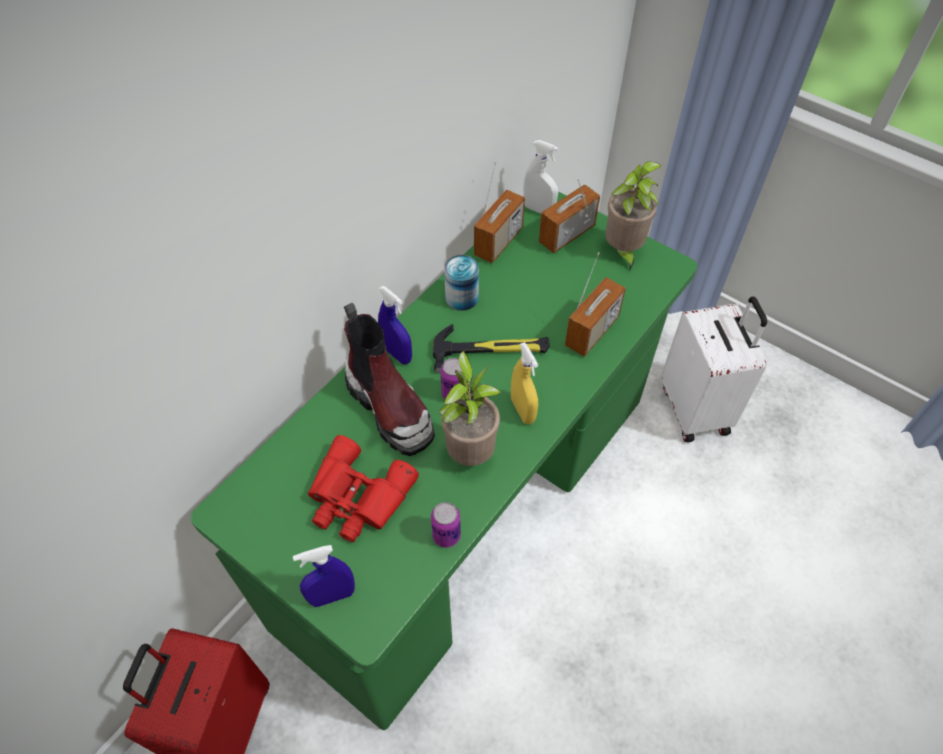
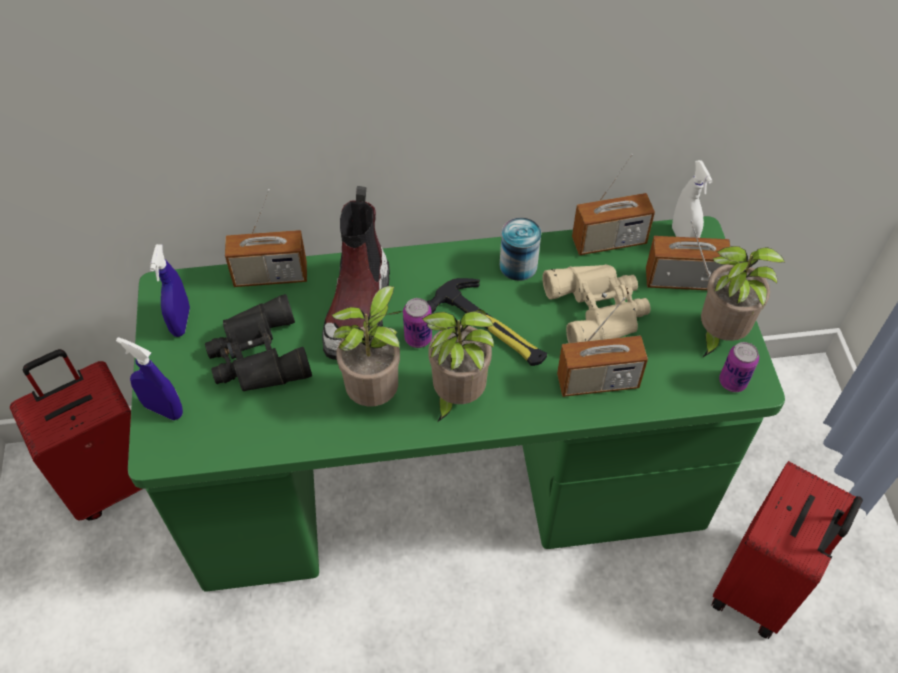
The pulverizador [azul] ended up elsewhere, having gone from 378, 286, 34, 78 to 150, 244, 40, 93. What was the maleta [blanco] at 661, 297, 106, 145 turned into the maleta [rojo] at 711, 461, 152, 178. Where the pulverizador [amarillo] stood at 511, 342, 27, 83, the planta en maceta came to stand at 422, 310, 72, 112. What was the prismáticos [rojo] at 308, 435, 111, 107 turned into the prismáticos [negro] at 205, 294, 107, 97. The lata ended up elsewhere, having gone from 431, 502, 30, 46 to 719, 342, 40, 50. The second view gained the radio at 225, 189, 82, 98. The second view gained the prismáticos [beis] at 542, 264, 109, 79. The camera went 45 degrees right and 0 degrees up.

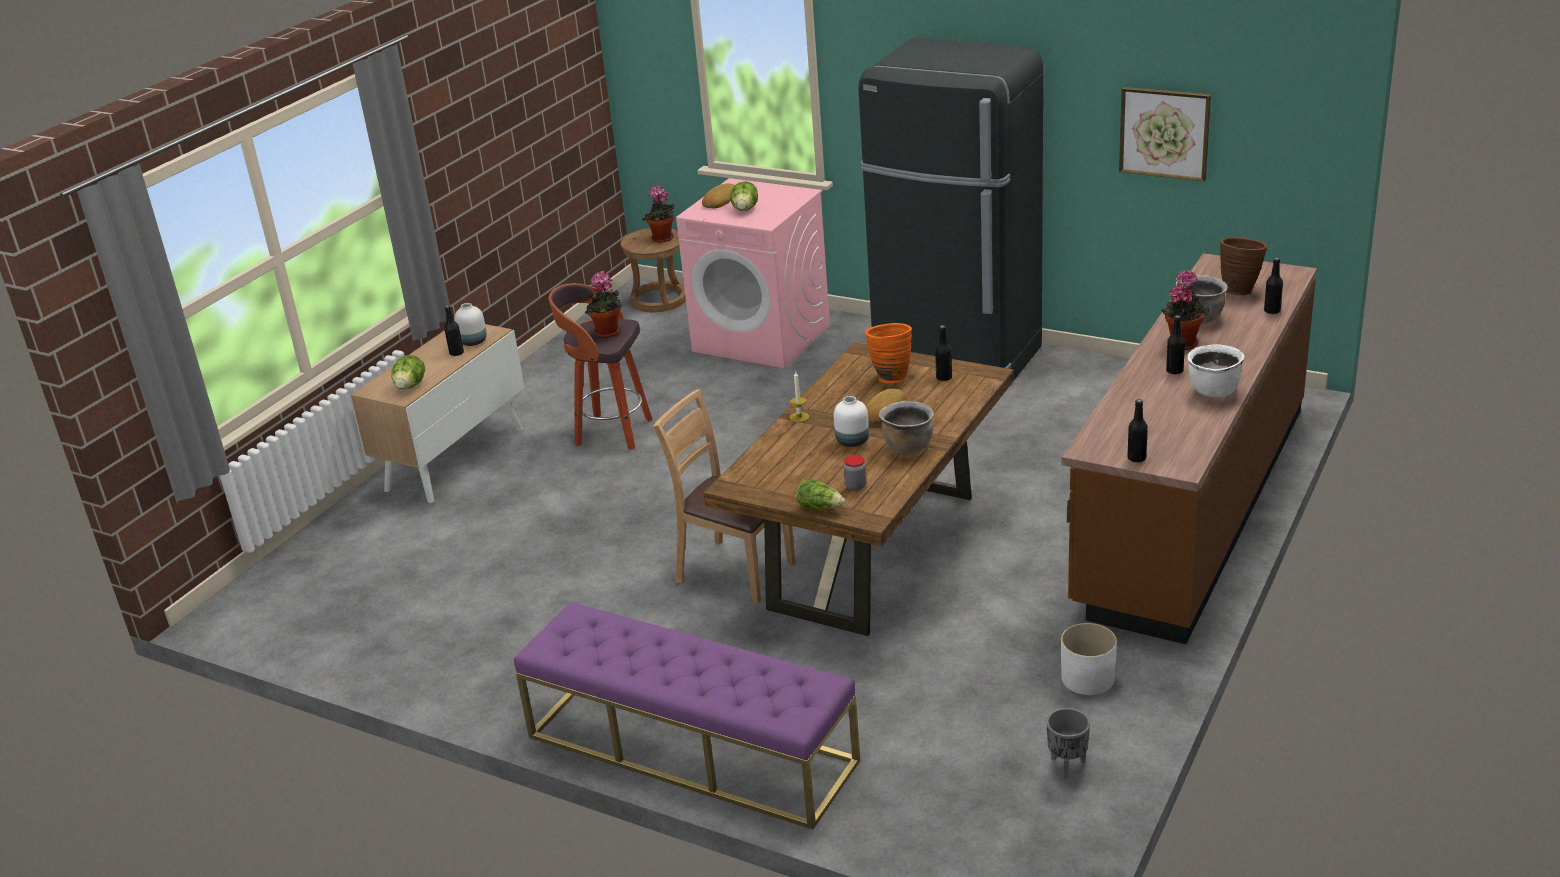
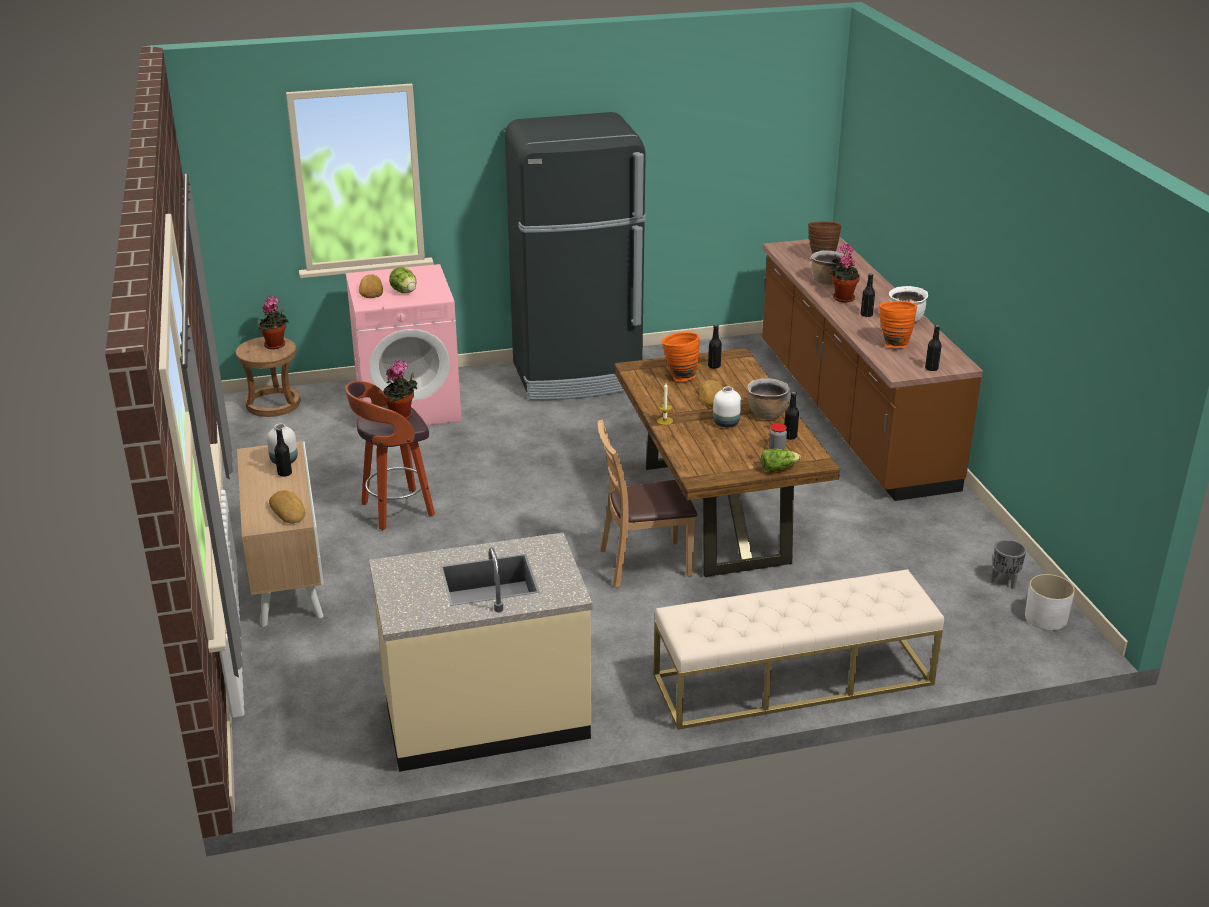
The second view lost the cuadro at 1119, 87, 92, 95. The botella [negro] ended up elsewhere, having gone from 1264, 258, 19, 56 to 784, 392, 15, 48. Where the lechuga stood at 391, 355, 34, 34, the pan came to stand at 269, 490, 37, 34. What was the banco [morado] at 514, 602, 346, 228 turned into the banco [beis] at 654, 569, 290, 161. The maceta [blanco] ended up elsewhere, having gone from 1061, 623, 56, 72 to 1025, 574, 50, 57. The second view gained the florero [naranja] at 879, 301, 38, 47. The second view gained the mueble bajo de cocina [beis] at 369, 533, 224, 239. The camera went 45 degrees left and 0 degrees up.

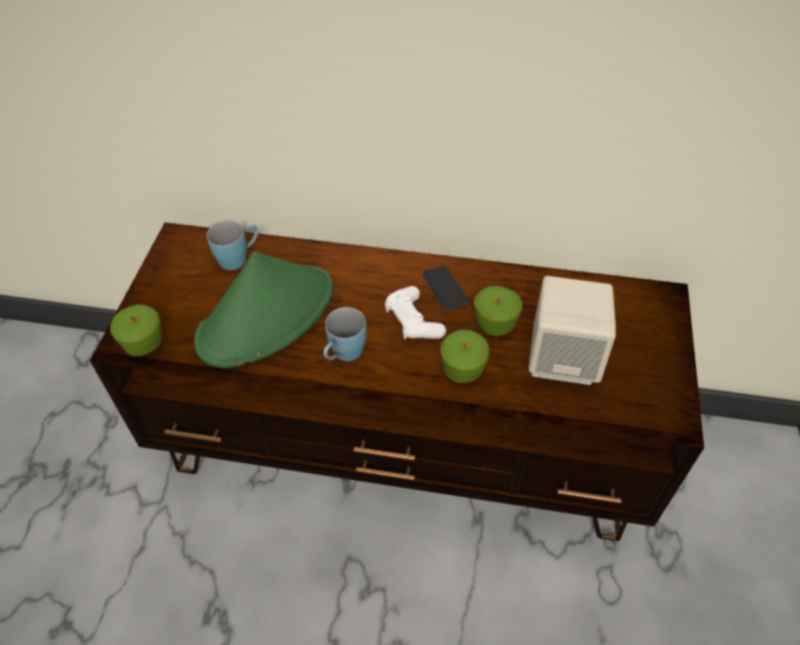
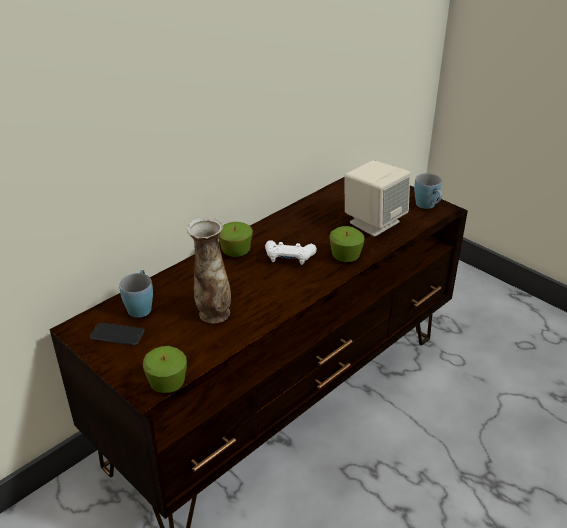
Where the sombrero [verde] stood at 194, 251, 139, 117, the florero came to stand at 186, 217, 45, 106. The móvil ended up elsewhere, having gone from 422, 265, 47, 46 to 90, 323, 54, 22. The manzana ended up elsewhere, having gone from 473, 286, 50, 50 to 218, 222, 35, 35. The taza grande [azul] ended up elsewhere, having gone from 323, 307, 44, 54 to 414, 173, 28, 36. The camera went 55 degrees left and 15 degrees down.

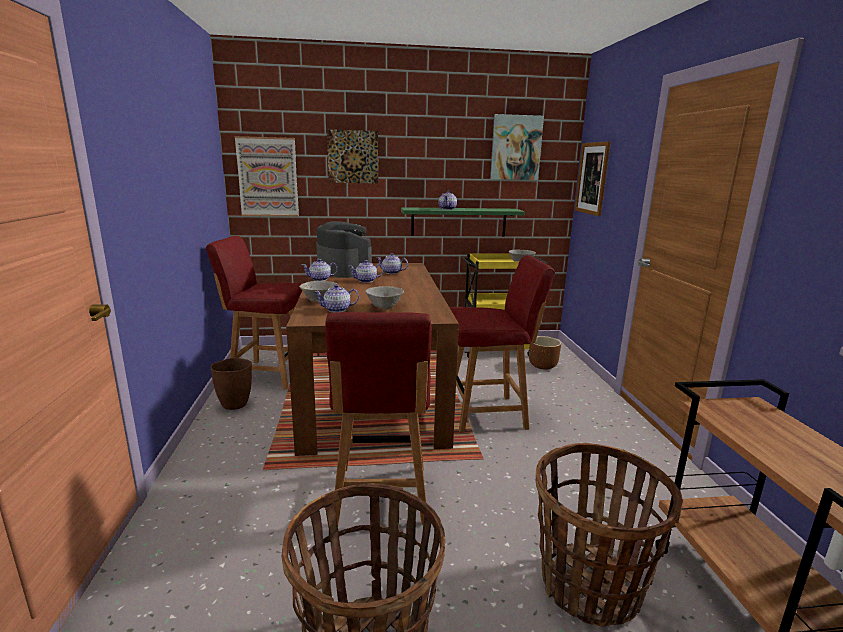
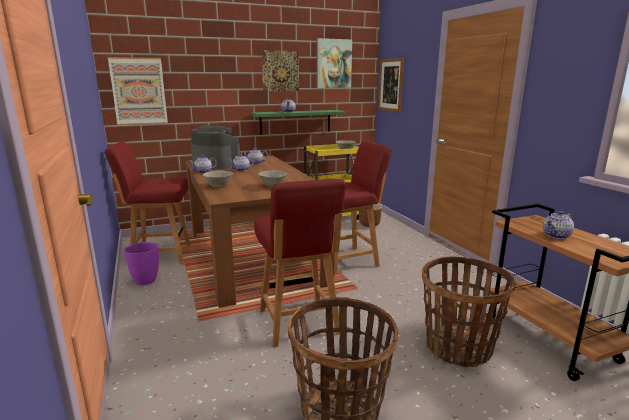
The cuadro ended up elsewhere, having gone from 327, 130, 51, 54 to 261, 50, 38, 41. The tetera ended up elsewhere, having gone from 314, 284, 45, 29 to 543, 211, 31, 28. What was the florero [marrón] at 211, 358, 41, 52 turned into the florero [morado] at 124, 242, 35, 43. The camera went 15 degrees left and 0 degrees up.

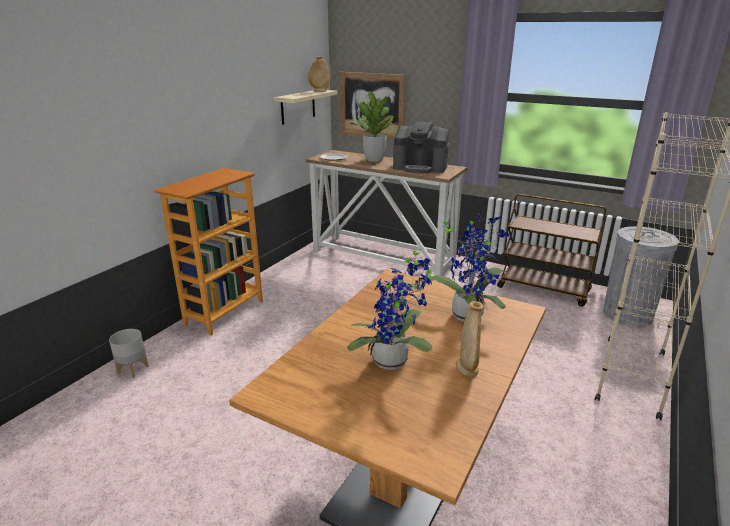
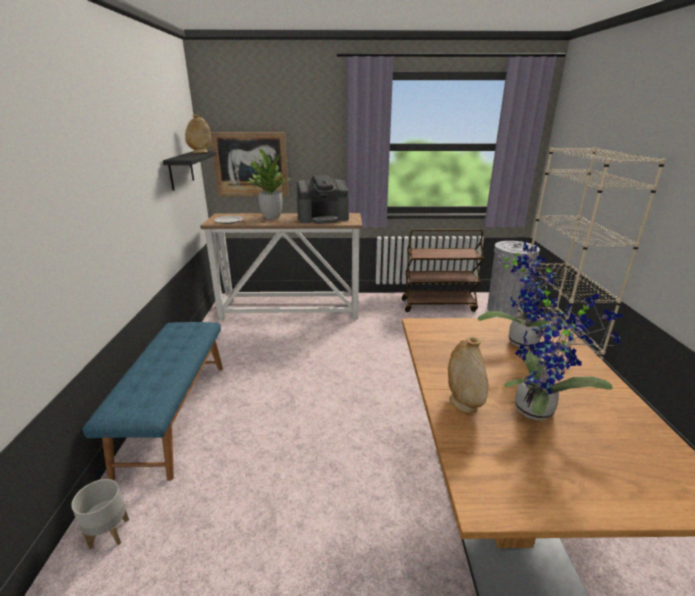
What was the estante [beis] at 274, 90, 63, 35 turned into the estante [negro] at 163, 151, 53, 40. Where the estantería stood at 153, 168, 110, 168, the banco [azul] came to stand at 82, 322, 141, 159. The florero [beis] ended up elsewhere, having gone from 456, 301, 28, 76 to 448, 337, 40, 77. The camera went 30 degrees left and 0 degrees up.

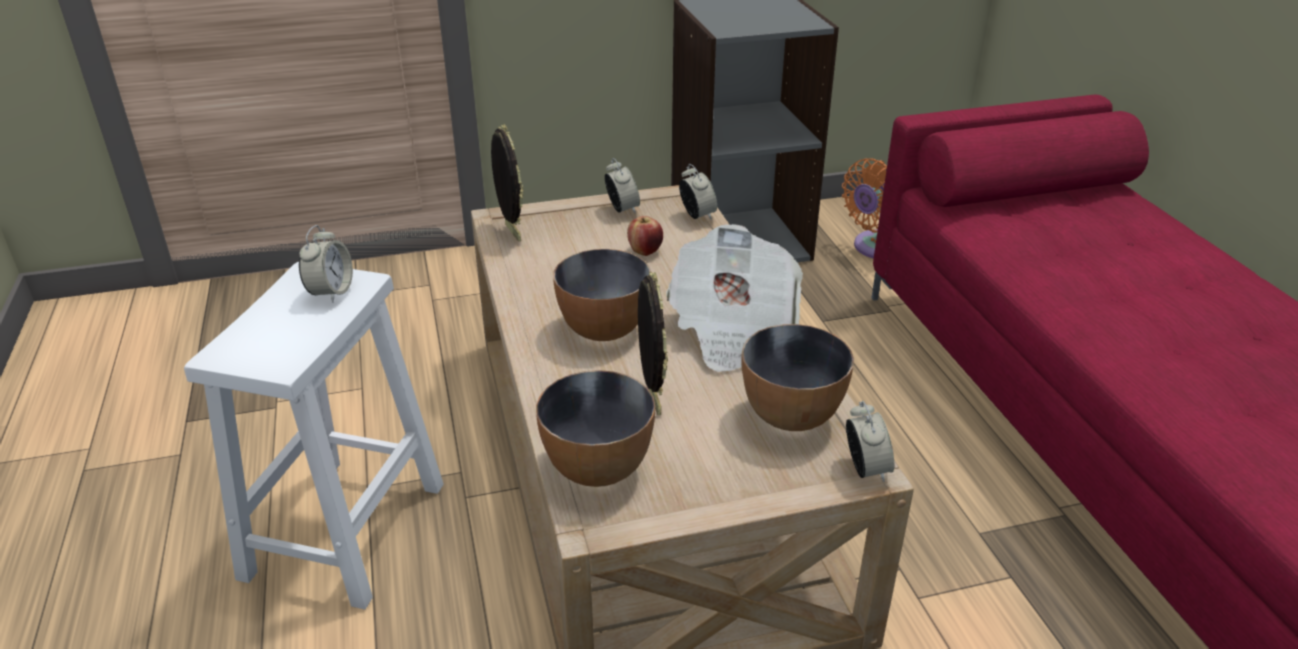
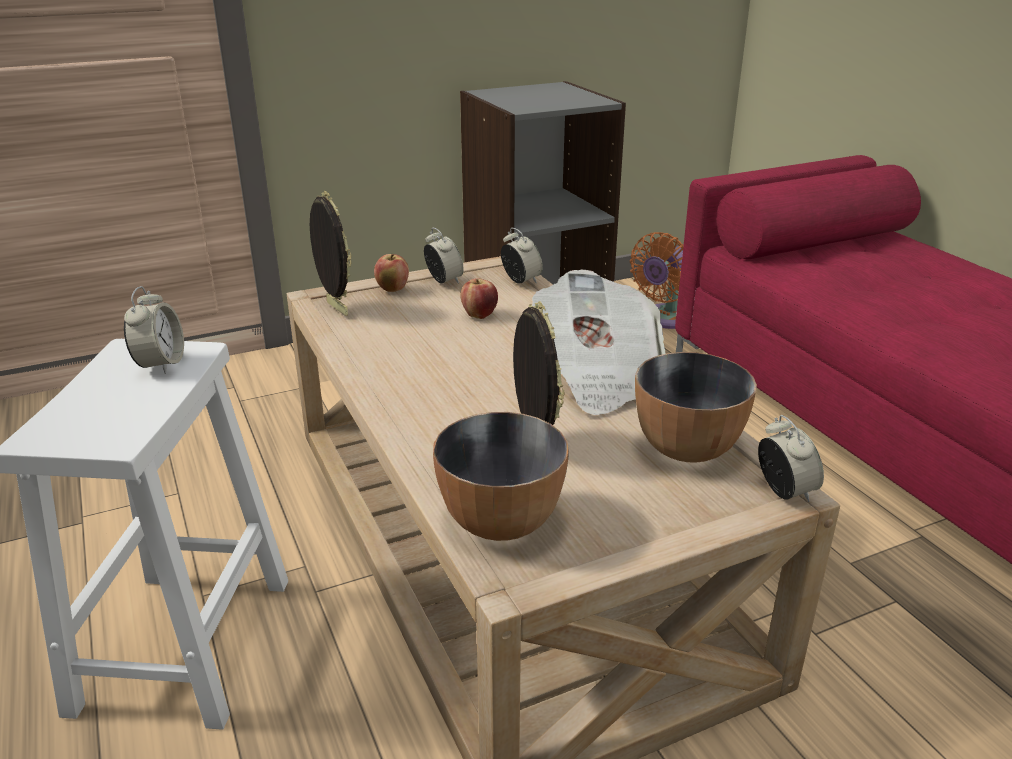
The second view lost the cuenco at 553, 249, 98, 92. The second view gained the manzana at 374, 254, 35, 38. The camera went 10 degrees left and 5 degrees down.

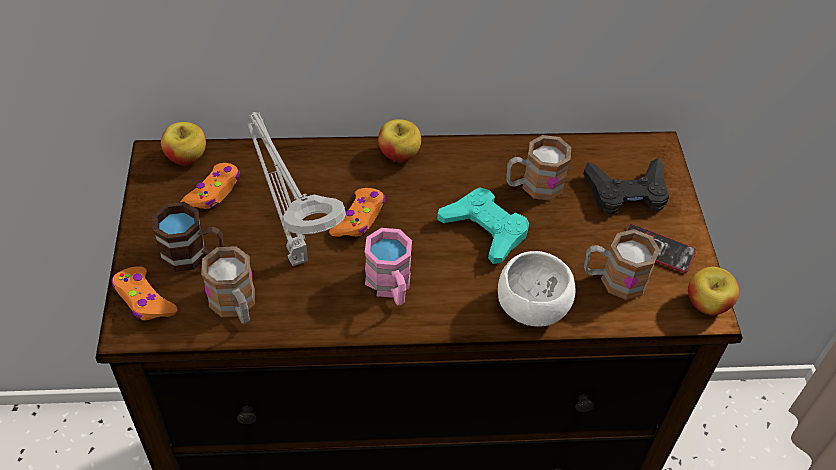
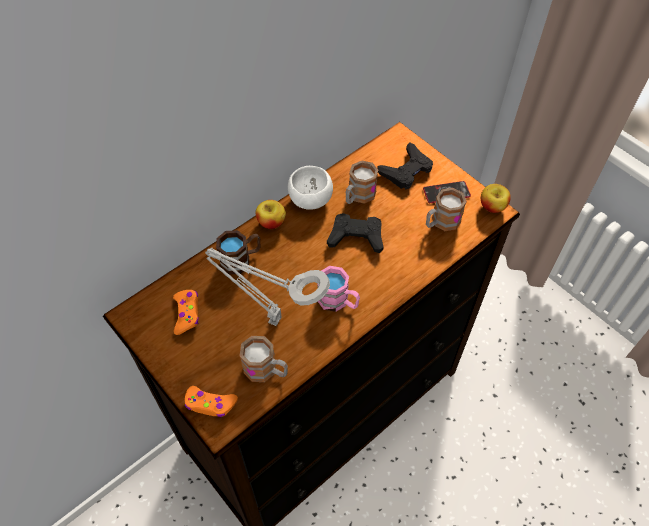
The second view lost the manzana at 161, 122, 45, 44. What was the mando de consola [turquesa] at 437, 187, 92, 77 turned into the mando de consola [negro] at 327, 213, 57, 40. The second view lost the mando de consola [naranja] at 329, 188, 57, 49. The taza grande [marrón] ended up elsewhere, having gone from 152, 202, 72, 70 to 216, 230, 45, 45. The cuenco [blanco] ended up elsewhere, having gone from 498, 251, 77, 76 to 288, 166, 45, 44. The camera went 35 degrees left and 5 degrees up.

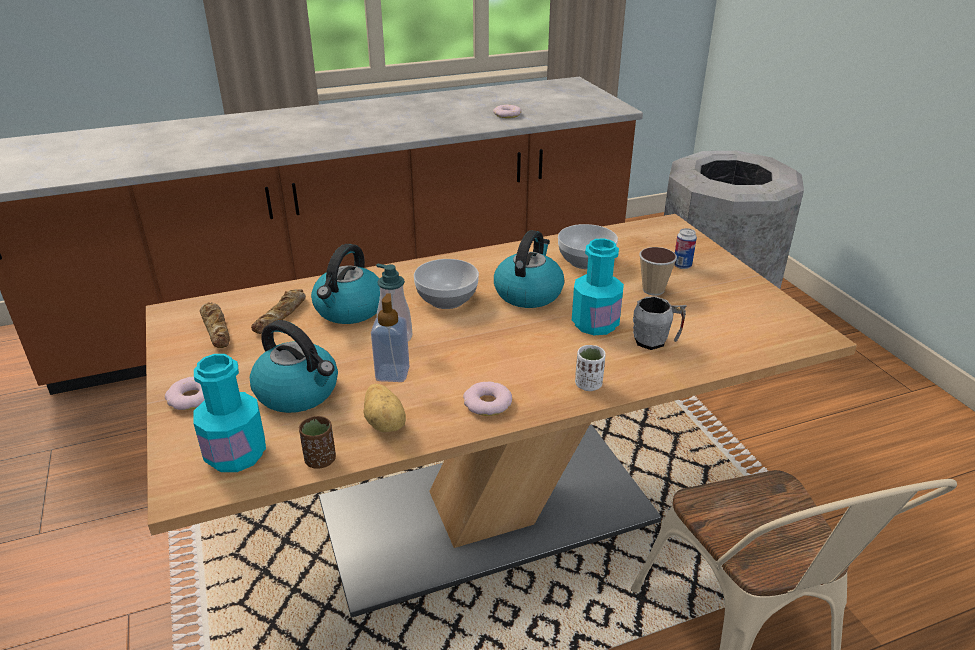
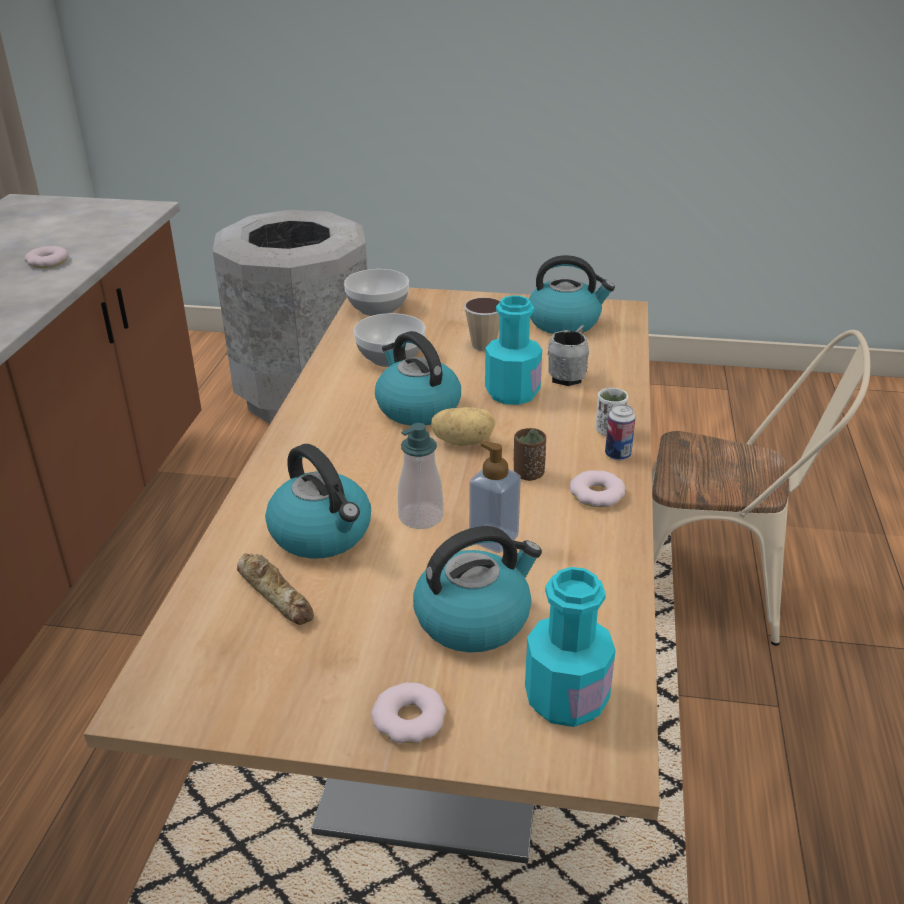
The lata ended up elsewhere, having gone from 674, 228, 23, 41 to 605, 404, 31, 57. The cuenco ended up elsewhere, having gone from 414, 259, 65, 50 to 344, 269, 65, 47. The second view lost the pan at 200, 302, 30, 46. The patata ended up elsewhere, having gone from 363, 384, 43, 48 to 431, 407, 64, 39. The taza [marrón] ended up elsewhere, having gone from 299, 416, 37, 53 to 514, 428, 32, 53. The second view gained the hervidor at 529, 255, 86, 79. The camera went 60 degrees left and 0 degrees up.

